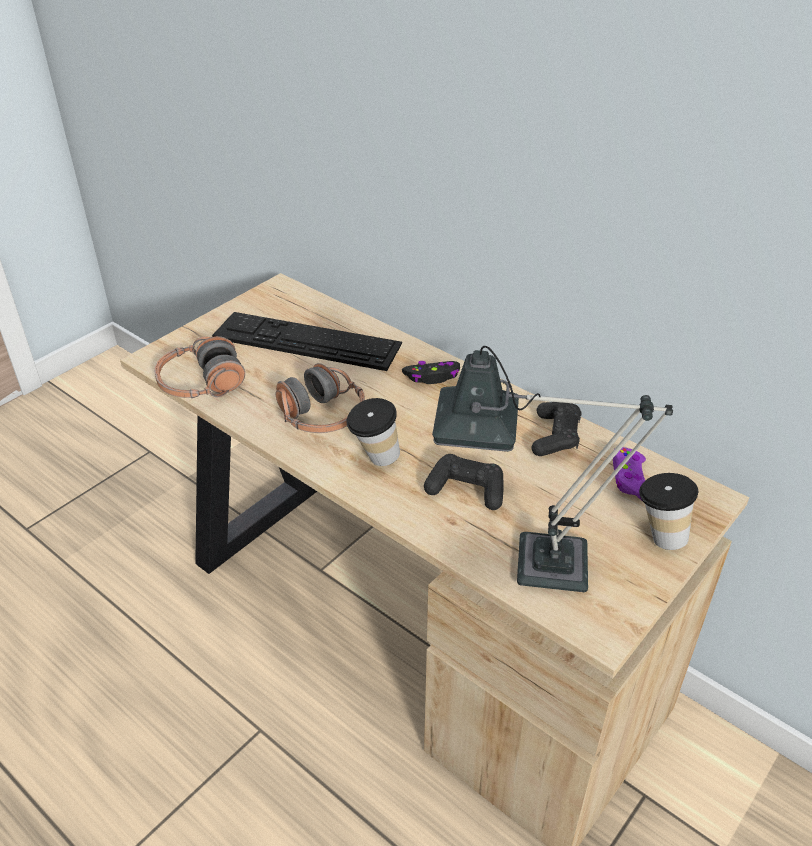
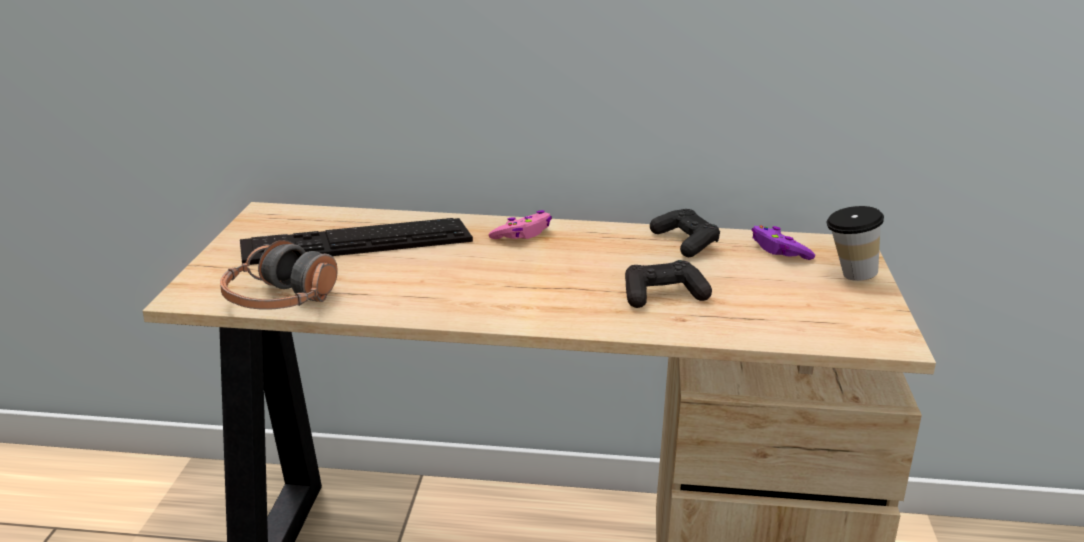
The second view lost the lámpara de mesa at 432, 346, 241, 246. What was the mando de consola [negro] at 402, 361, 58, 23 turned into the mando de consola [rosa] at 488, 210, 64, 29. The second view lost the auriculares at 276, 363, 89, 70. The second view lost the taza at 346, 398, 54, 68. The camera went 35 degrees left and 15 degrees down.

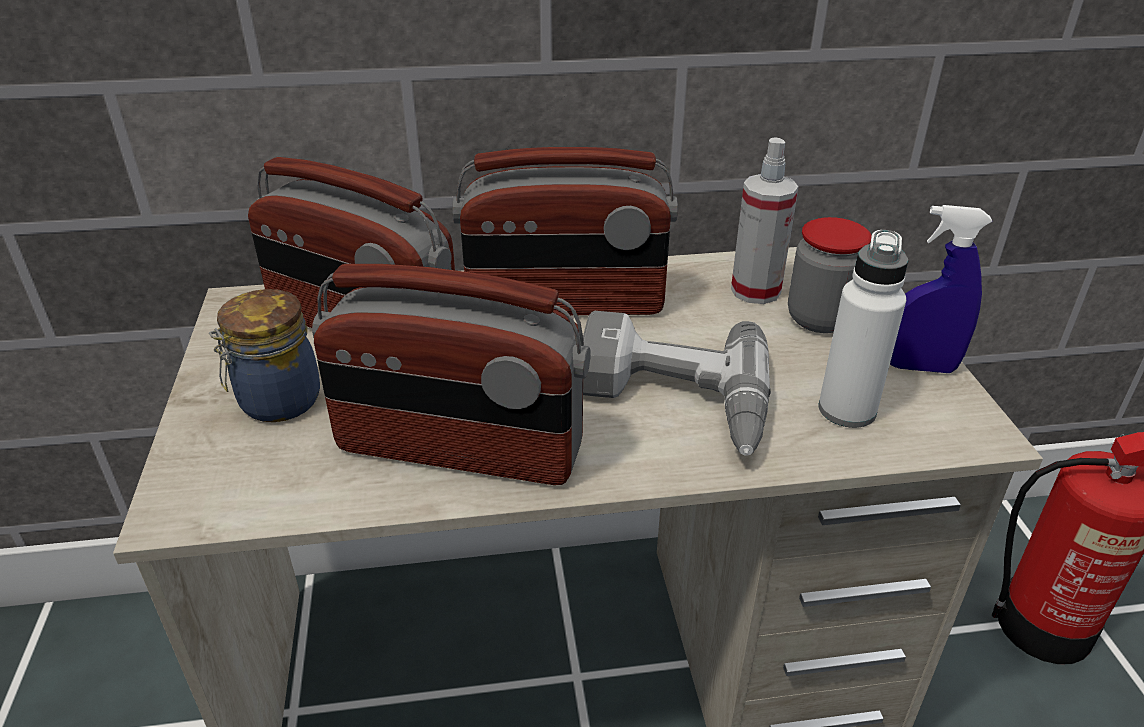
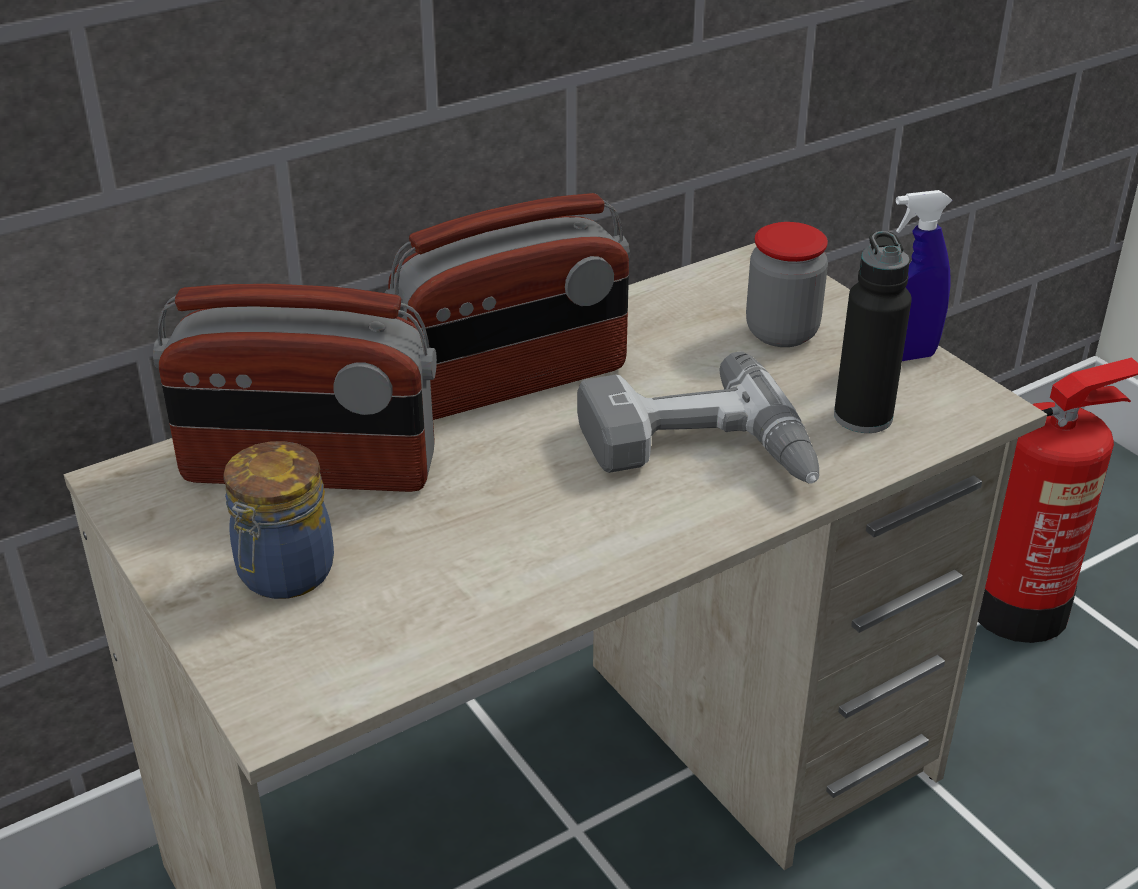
The second view lost the pulverizador at 731, 137, 67, 167. What was the botella [blanco] at 819, 230, 89, 198 turned into the botella [negro] at 834, 231, 78, 202. The second view lost the radio at 312, 264, 279, 221. The camera went 25 degrees left and 0 degrees up.

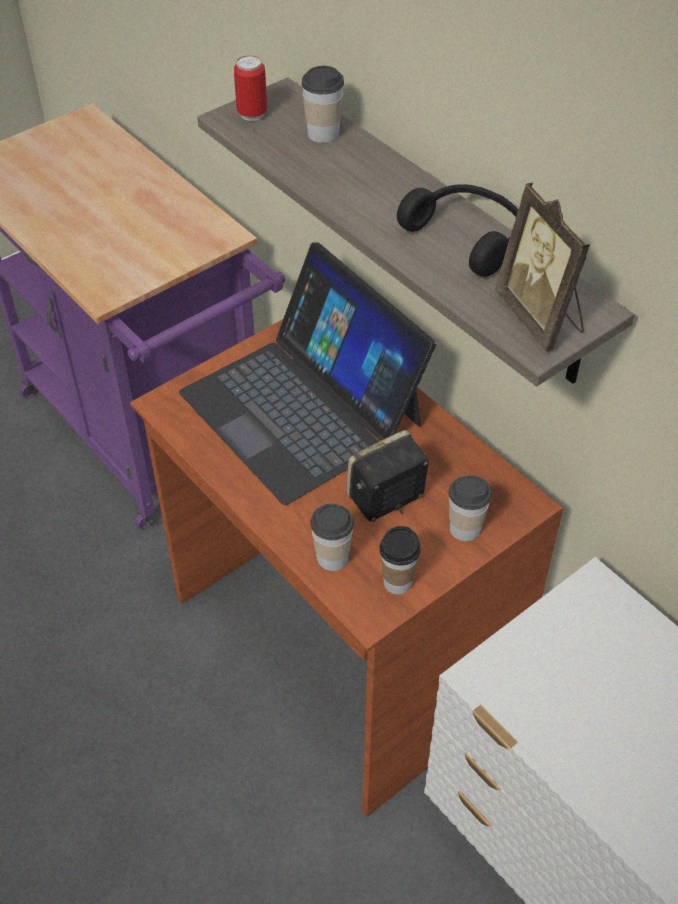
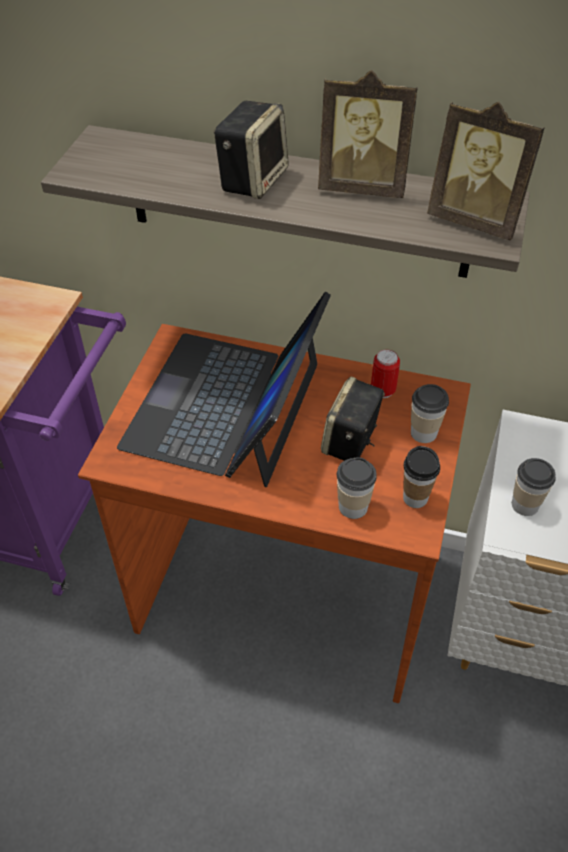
The lata ended up elsewhere, having gone from 234, 55, 33, 66 to 371, 349, 29, 49. The taza ended up elsewhere, having gone from 301, 66, 43, 77 to 512, 458, 44, 58. Where the auriculares [negro] stood at 397, 184, 121, 93, the portarretratos came to stand at 318, 70, 100, 128. The portátil at 179, 242, 257, 263 ended up facing another way, 90 degrees clockwise from before. The second view gained the altavoz at 214, 101, 75, 98. The camera went 35 degrees left and 0 degrees up.

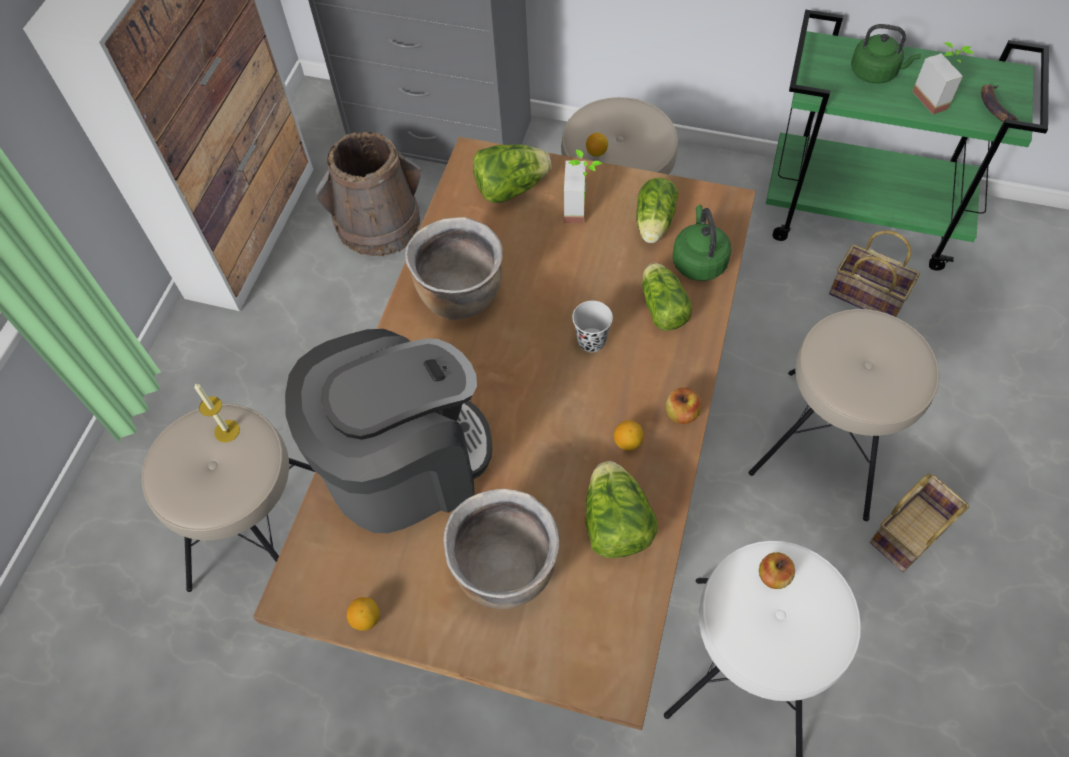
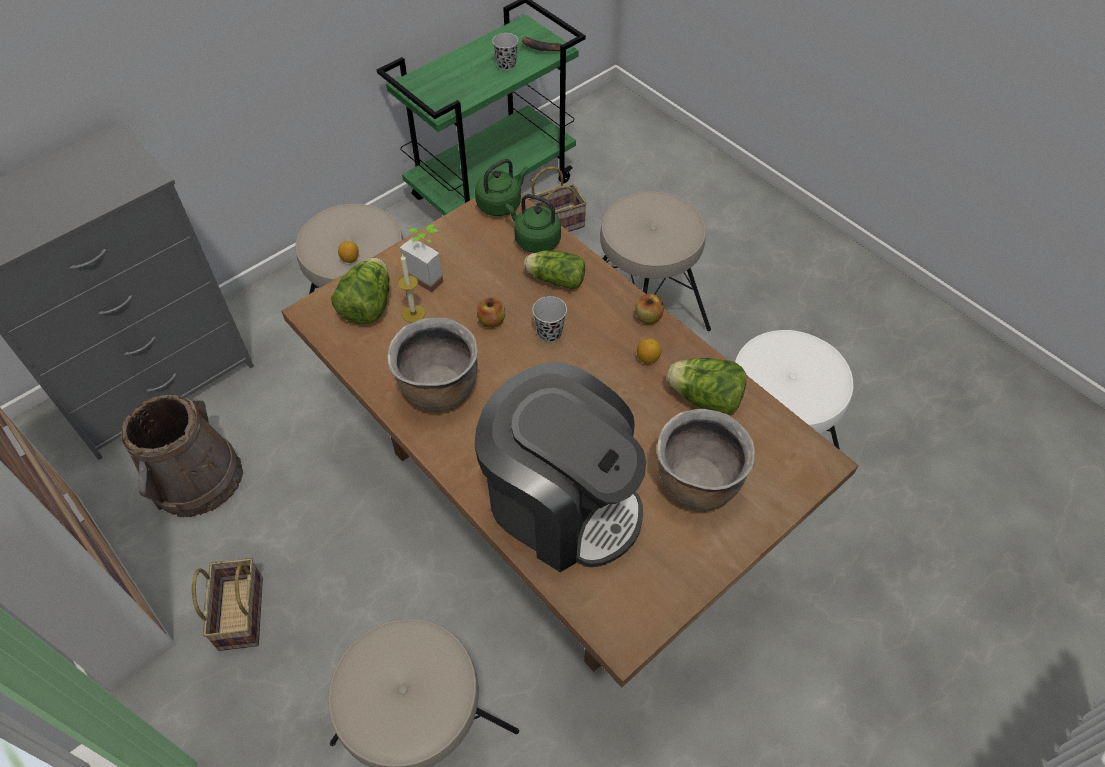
The hervidor [verde] ended up elsewhere, having gone from 851, 24, 70, 59 to 475, 159, 53, 57. Where the planta en maceta stood at 912, 42, 62, 72, the taza [negro] came to stand at 493, 33, 25, 38. The second view lost the lechuga at 636, 177, 42, 66. The cafetera at 285, 329, 207, 204 ended up facing another way, 120 degrees clockwise from before. The vela ended up elsewhere, having gone from 194, 383, 46, 60 to 398, 254, 27, 69. The cesta ended up elsewhere, having gone from 870, 473, 99, 99 to 192, 558, 71, 93. The manzana ended up elsewhere, having gone from 759, 552, 36, 37 to 477, 297, 28, 31. The second view lost the limón at 347, 597, 32, 34. The camera went 60 degrees left and 5 degrees down.

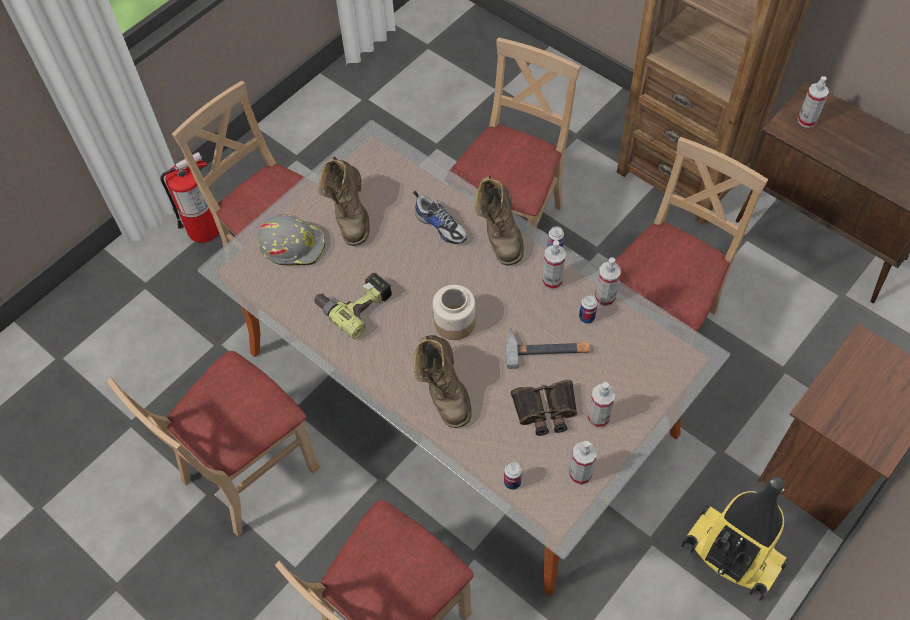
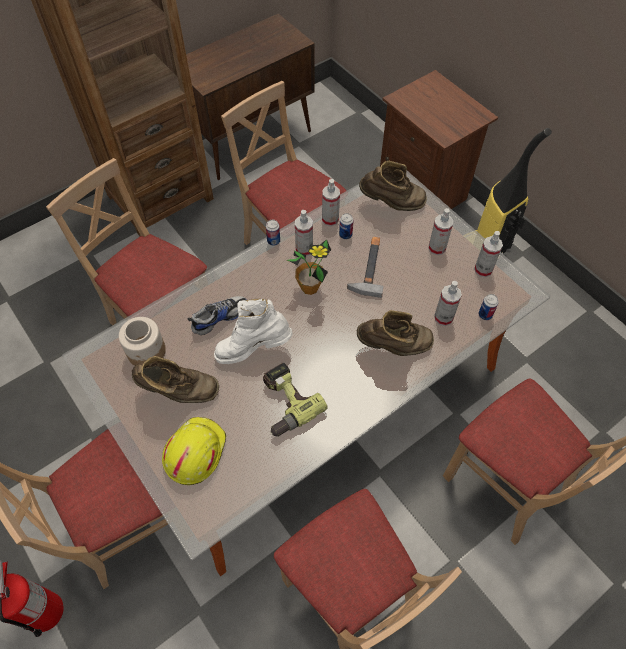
The pulverizador ended up elsewhere, having gone from 798, 76, 31, 52 to 434, 281, 28, 45. The bota [marrón] ended up elsewhere, having gone from 475, 176, 49, 89 to 359, 161, 68, 50. What was the casco [gris] at 258, 214, 67, 51 turned into the casco [amarillo] at 162, 417, 64, 68. The tarro ended up elsewhere, having gone from 433, 285, 43, 55 to 119, 317, 47, 49. The second view lost the prismáticos at 511, 380, 66, 56. The second view gained the planta en maceta at 287, 239, 44, 56. The second view gained the bota [blanco] at 214, 299, 79, 65. The camera went 80 degrees left and 0 degrees up.

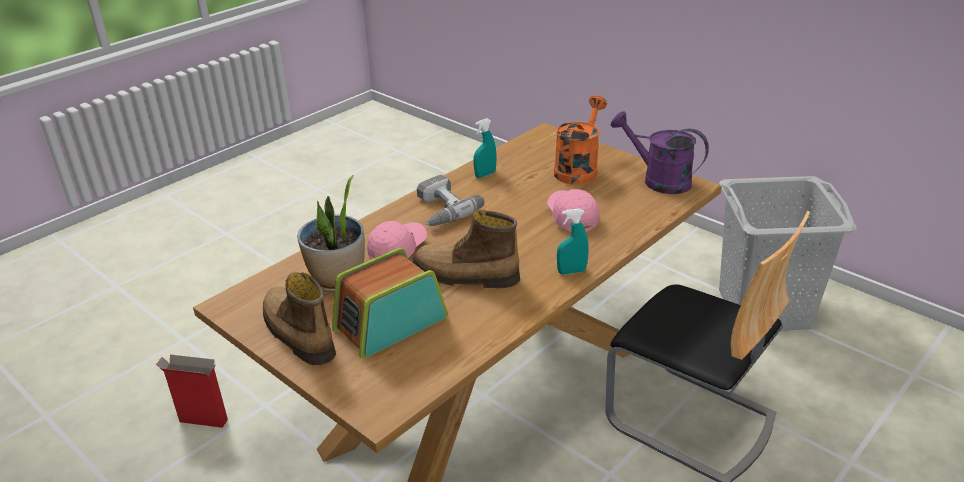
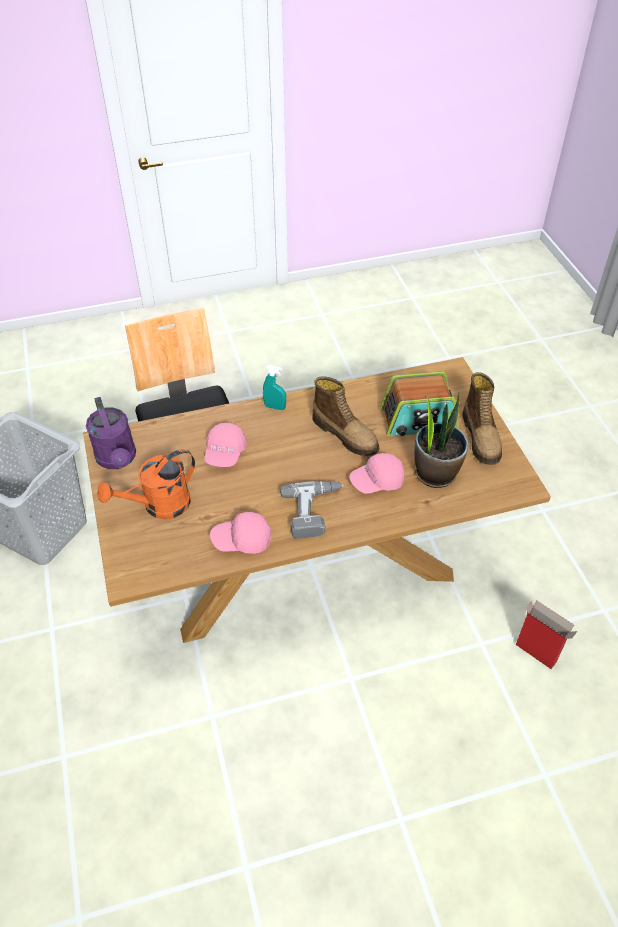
Where the pulverizador [turquesa] stood at 473, 118, 24, 60, the gorra [rosa] came to stand at 210, 512, 61, 42. The camera went 150 degrees left and 15 degrees up.

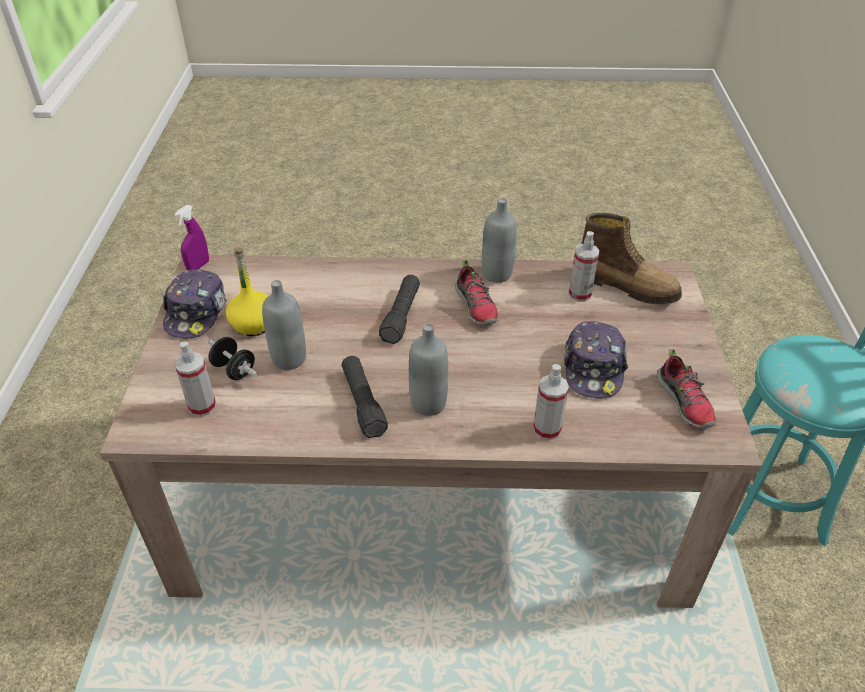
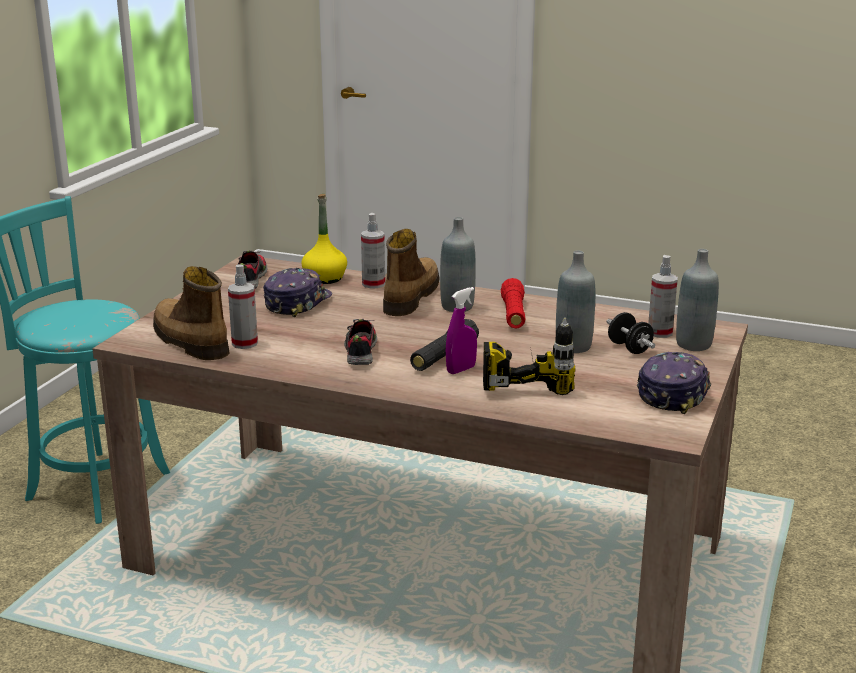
The botella [gris] ended up elsewhere, having gone from 482, 198, 35, 85 to 676, 249, 43, 102. The pulverizador [morado] ended up elsewhere, having gone from 174, 205, 35, 65 to 446, 287, 31, 87. The botella [amarillo] ended up elsewhere, having gone from 226, 247, 42, 89 to 302, 194, 45, 90. What was the linterna [negro] at 341, 356, 47, 82 turned into the linterna [rojo] at 501, 278, 25, 51. The second view gained the bota at 383, 229, 56, 87. The second view gained the taladro at 483, 318, 92, 77. The camera went 160 degrees left and 20 degrees down.

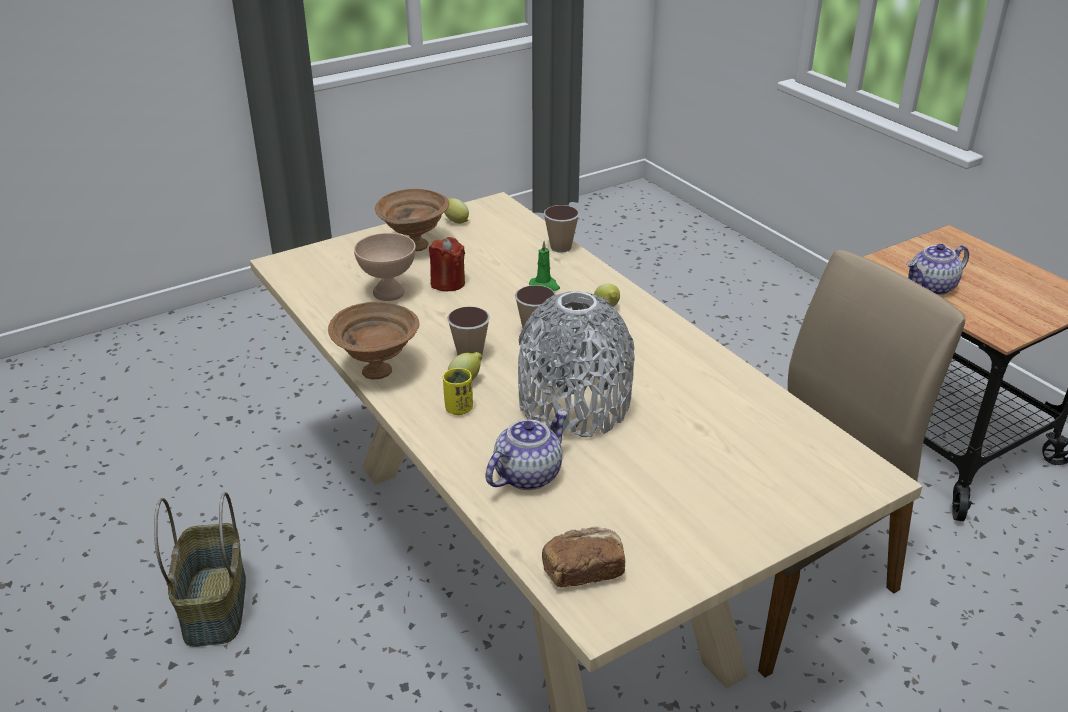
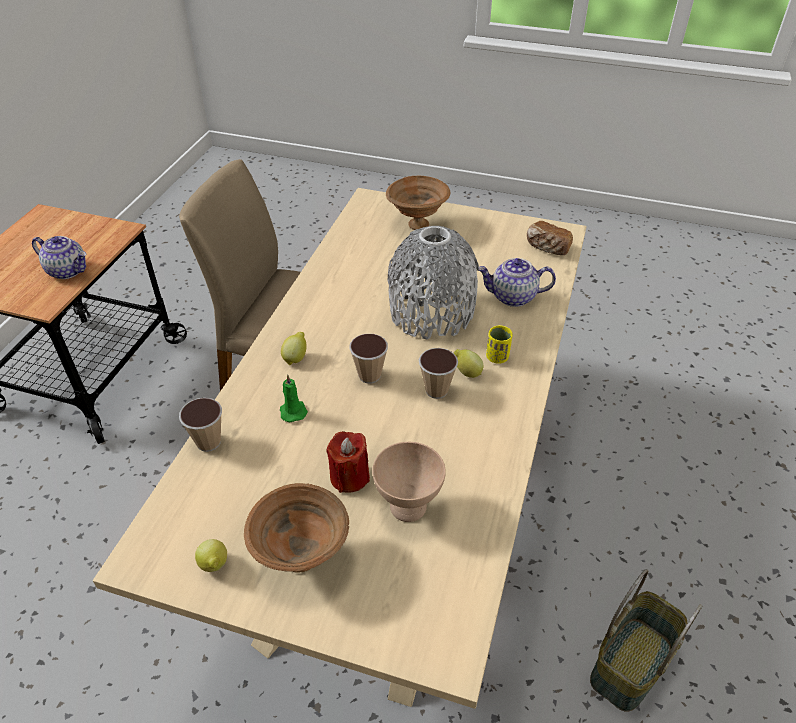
The cuenco [marrón] ended up elsewhere, having gone from 328, 302, 92, 77 to 386, 176, 64, 54. The camera went 130 degrees left and 10 degrees up.

